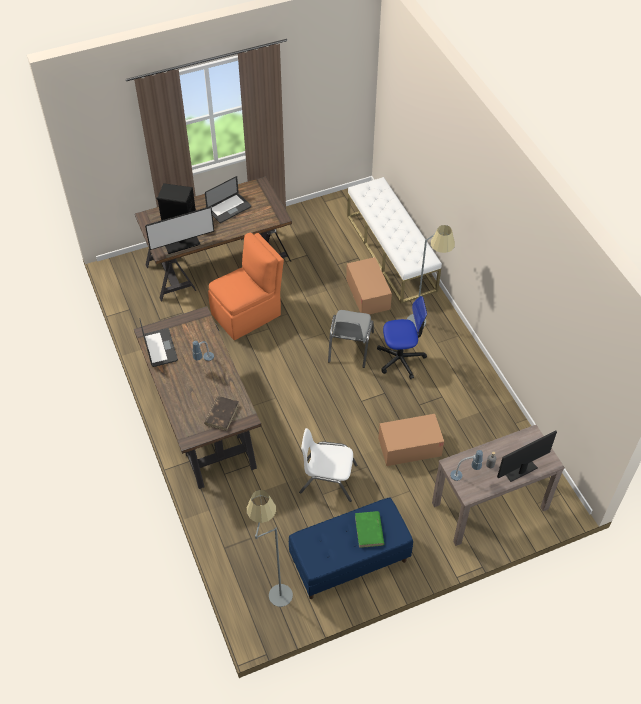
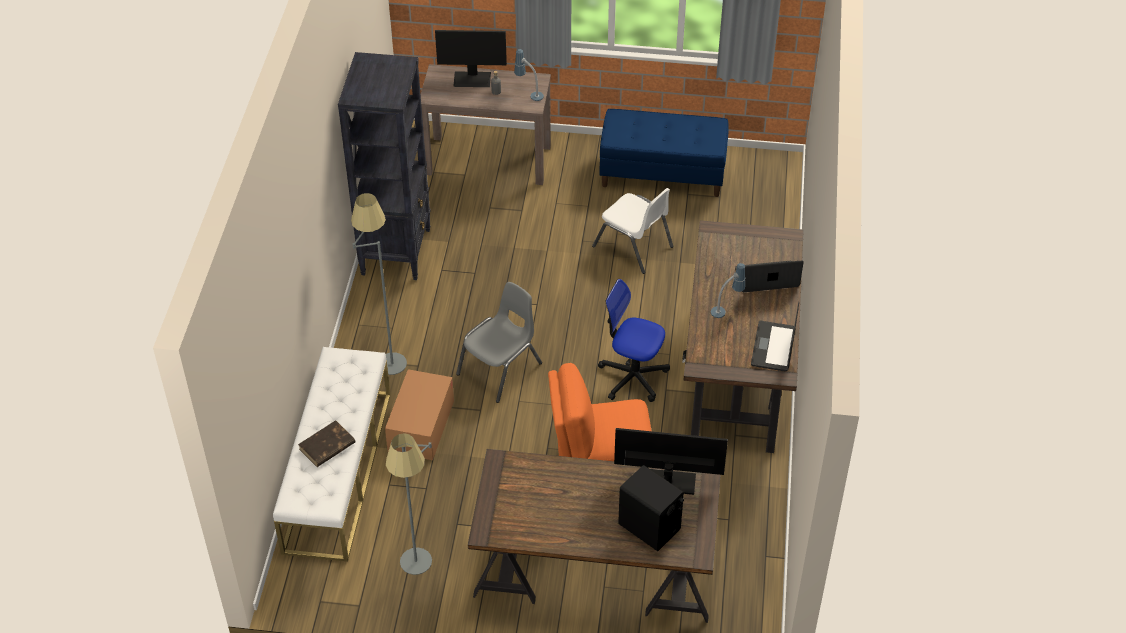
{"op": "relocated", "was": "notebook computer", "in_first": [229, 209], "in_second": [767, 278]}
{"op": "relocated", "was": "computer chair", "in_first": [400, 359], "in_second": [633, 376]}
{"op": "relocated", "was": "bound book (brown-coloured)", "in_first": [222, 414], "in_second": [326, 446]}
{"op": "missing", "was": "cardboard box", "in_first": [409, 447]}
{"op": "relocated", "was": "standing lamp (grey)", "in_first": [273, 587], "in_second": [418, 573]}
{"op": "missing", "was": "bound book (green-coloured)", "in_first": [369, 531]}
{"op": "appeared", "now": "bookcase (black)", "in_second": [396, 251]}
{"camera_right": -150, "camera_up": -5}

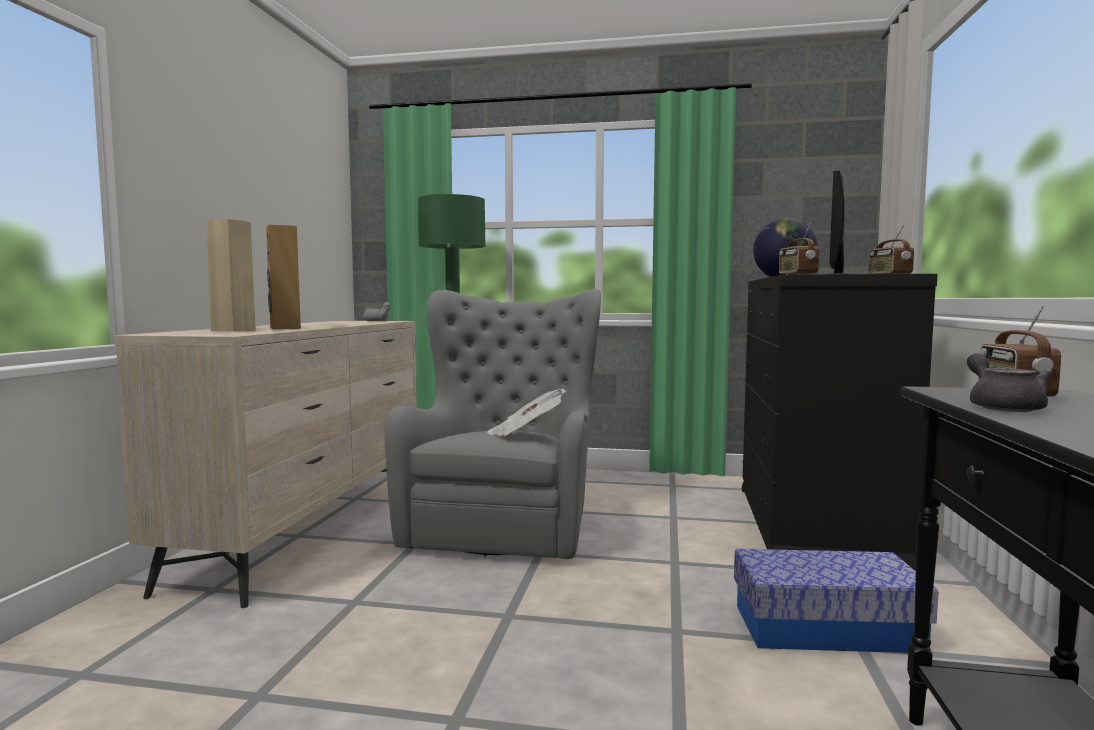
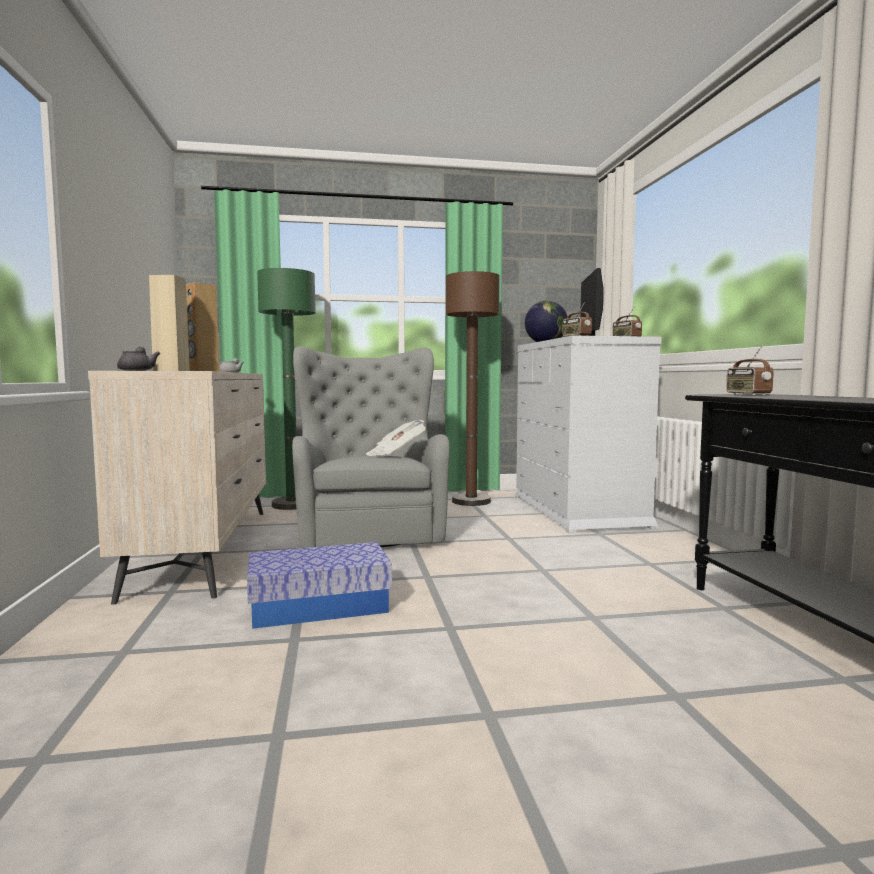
{"op": "colour", "was": "chest of drawers (black)", "now": "chest of drawers (white)", "in_first": [816, 525], "in_second": [578, 511]}
{"op": "relocated", "was": "pot for tea (grey)", "in_first": [1002, 407], "in_second": [137, 370]}
{"op": "relocated", "was": "storage box", "in_first": [826, 628], "in_second": [319, 606]}
{"op": "appeared", "now": "standing lamp (brown-coloured)", "in_second": [471, 501]}
{"camera_right": -20, "camera_up": 0}

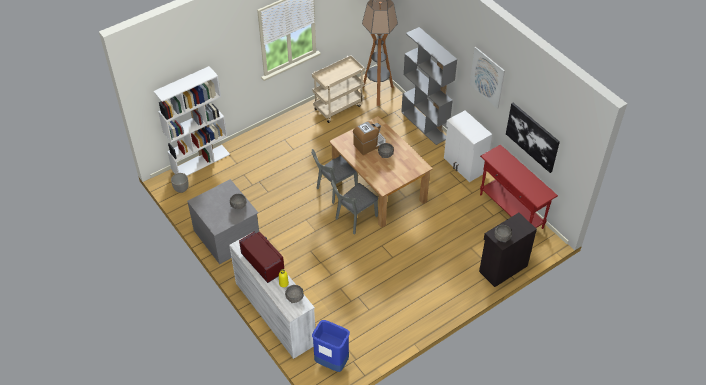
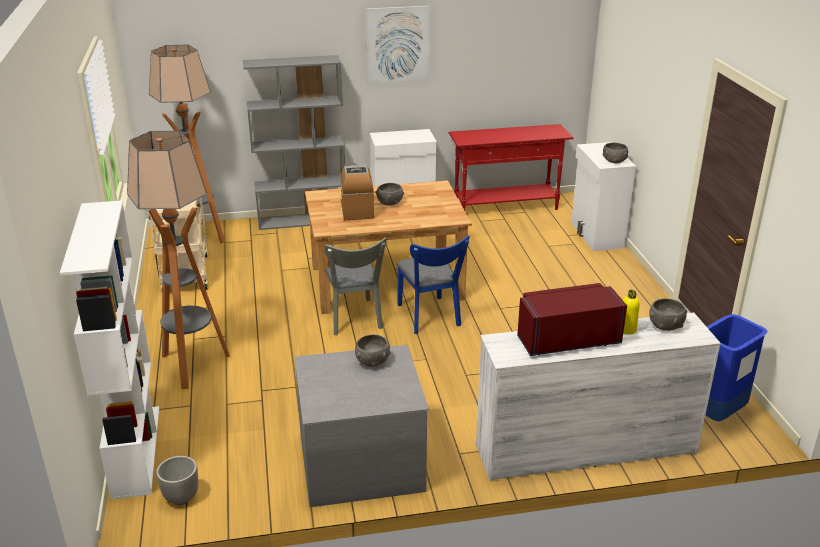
{"op": "missing", "was": "picture", "in_first": [532, 137]}
{"op": "colour", "was": "chair (grey)", "now": "chair (bluish)", "in_first": [354, 219], "in_second": [430, 318]}
{"op": "colour", "was": "storage cabinet (black)", "now": "storage cabinet (white)", "in_first": [502, 268], "in_second": [596, 235]}
{"op": "appeared", "now": "standing lamp", "in_second": [193, 366]}
{"camera_right": -65, "camera_up": -20}

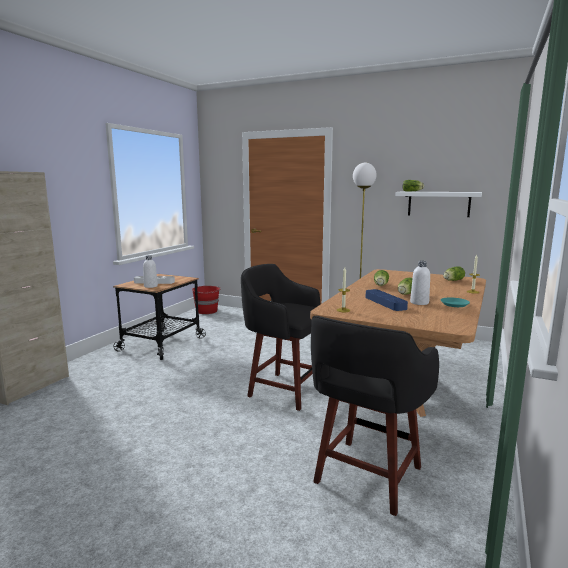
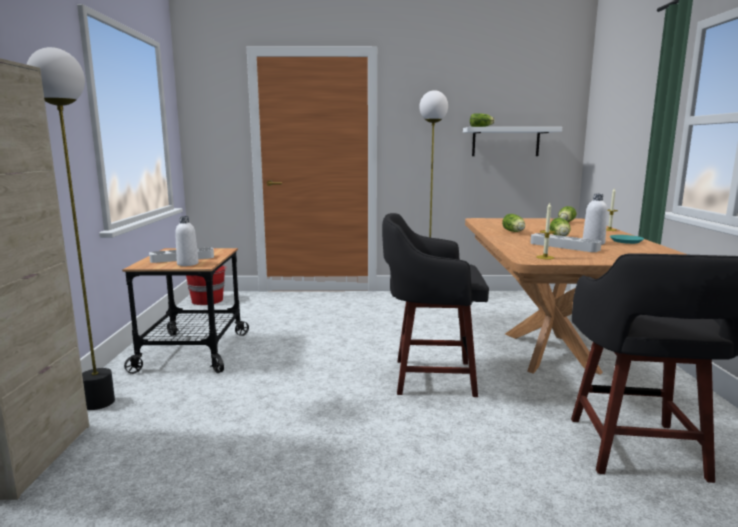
{"op": "colour", "was": "tray (bluish)", "now": "tray (grey)", "in_first": [385, 303], "in_second": [564, 246]}
{"op": "appeared", "now": "standing lamp", "in_second": [98, 402]}
{"camera_right": -25, "camera_up": 0}

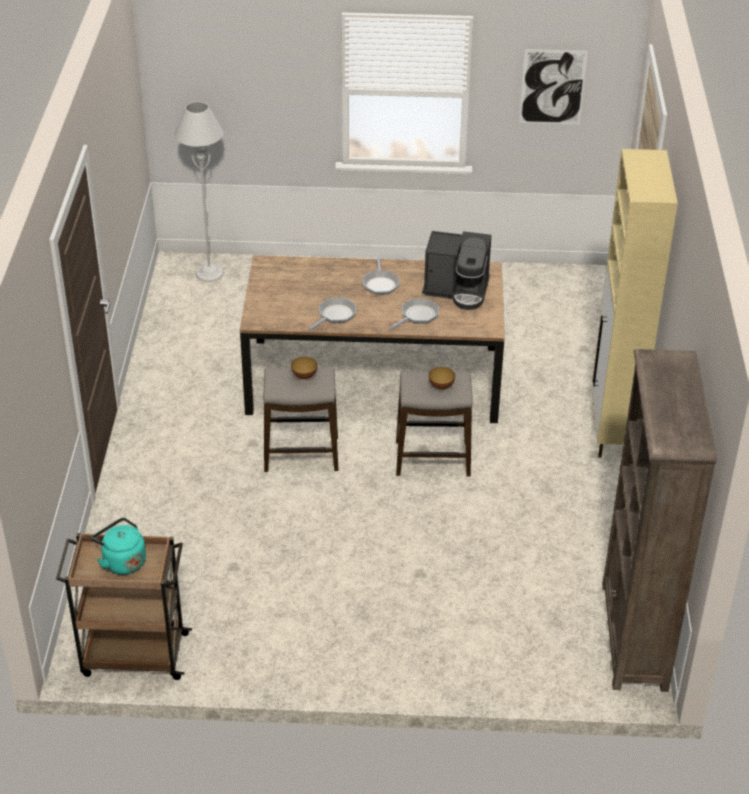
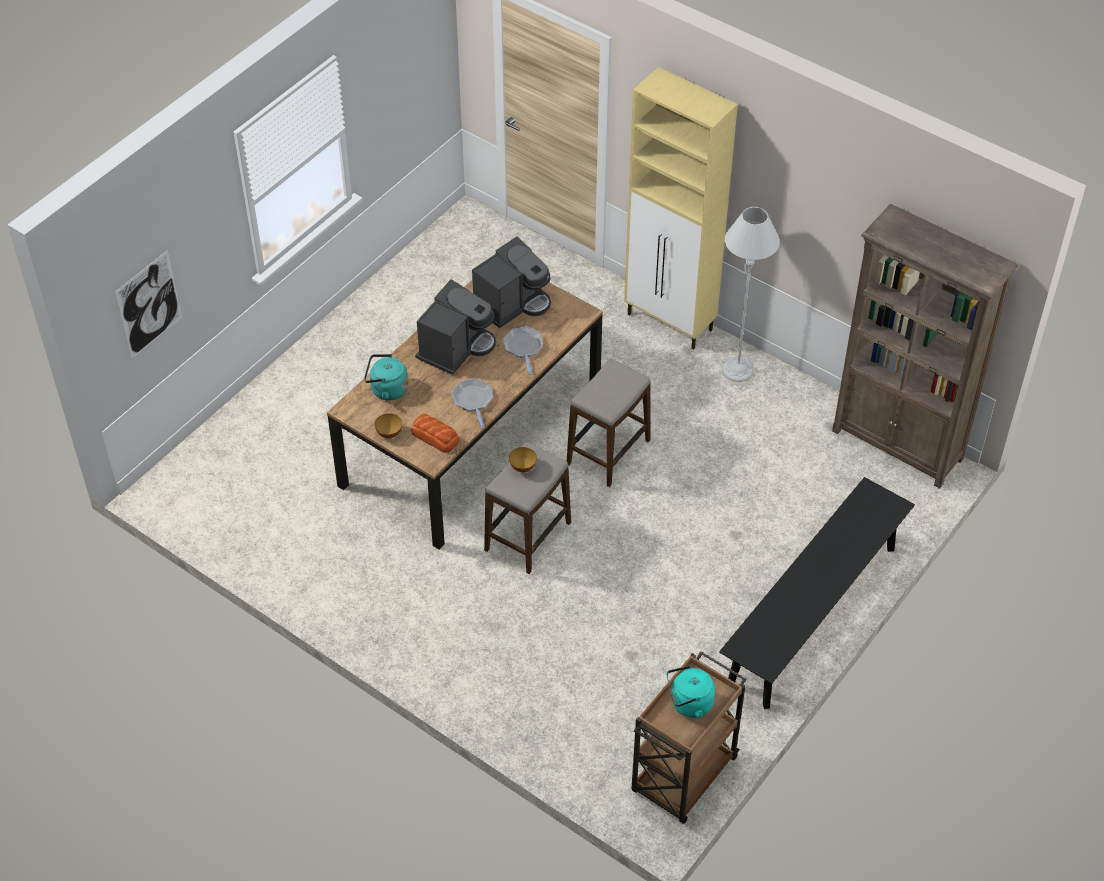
{"op": "relocated", "was": "picture", "in_first": [552, 87], "in_second": [149, 304]}
{"op": "relocated", "was": "standing lamp (grey)", "in_first": [209, 273], "in_second": [737, 370]}
{"op": "exchanged", "was": "pan", "now": "coffee brewer", "in_first": [380, 284], "in_second": [456, 348]}
{"op": "relocated", "was": "serving bowl", "in_first": [441, 386], "in_second": [389, 434]}
{"op": "appeared", "now": "water kettle (turquoise-coloured)", "in_second": [387, 390]}
{"op": "appeared", "now": "bread", "in_second": [435, 436]}
{"op": "appeared", "now": "long seat (black)", "in_second": [812, 615]}
{"camera_right": -55, "camera_up": 10}

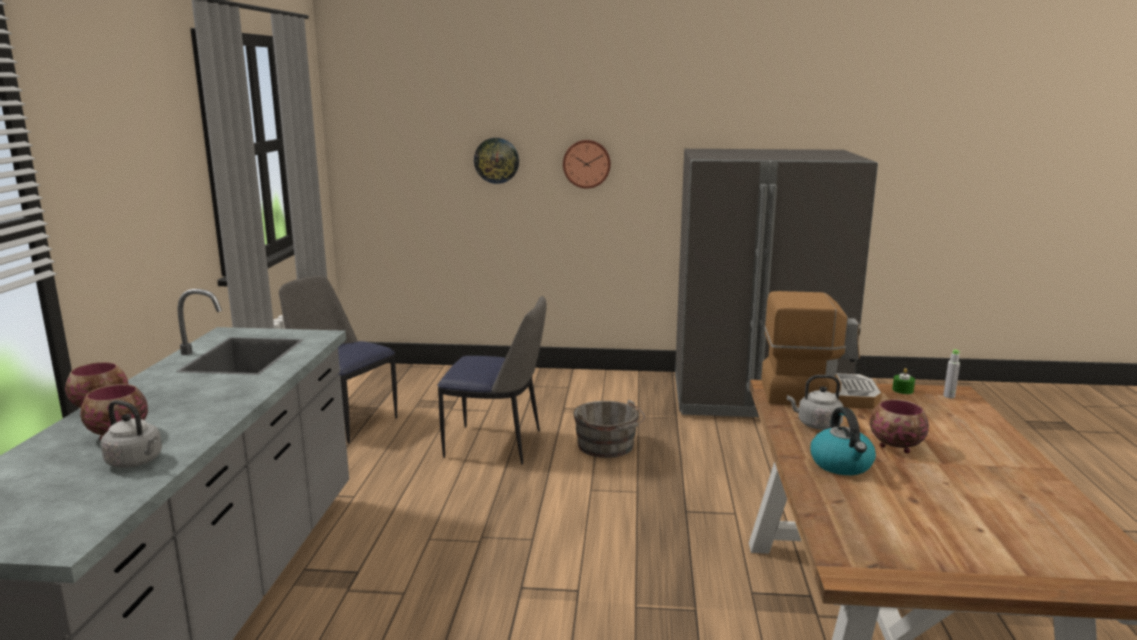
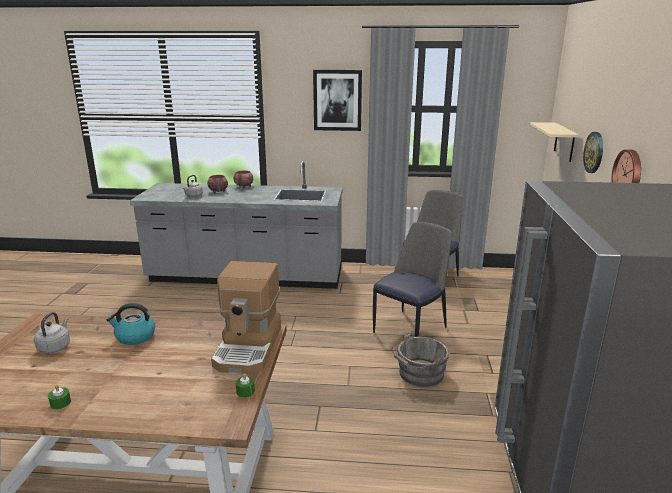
{"op": "spun", "was": "chair", "in_first": [496, 444], "in_second": [411, 329], "clockwise": -150}
{"op": "missing", "was": "bottle (grey)", "in_first": [949, 396]}
{"op": "relocated", "was": "water kettle (grey)", "in_first": [816, 425], "in_second": [55, 347]}
{"op": "missing", "was": "serving bowl", "in_first": [895, 446]}
{"op": "appeared", "now": "picture", "in_second": [337, 100]}
{"op": "appeared", "now": "wall shelf (beige-coloured)", "in_second": [564, 142]}
{"op": "appeared", "now": "wax candle (green-coloured)", "in_second": [60, 403]}
{"camera_right": 90, "camera_up": 5}

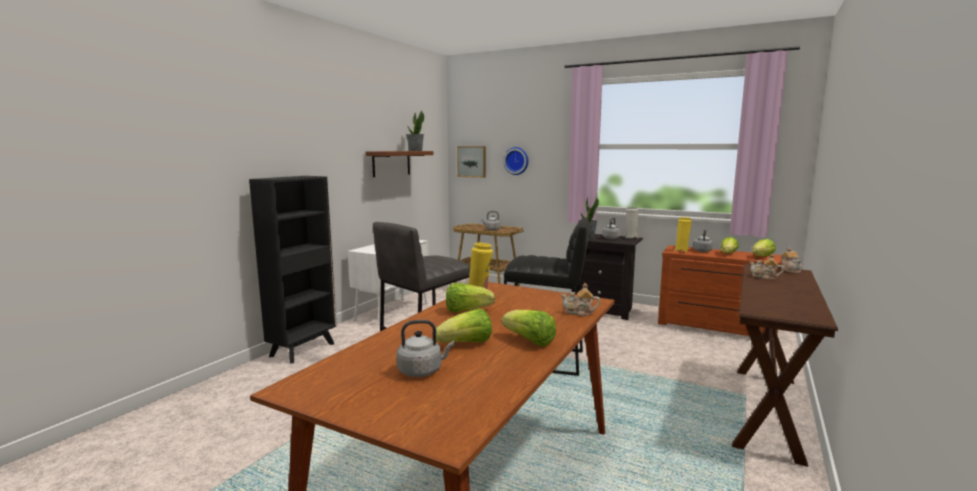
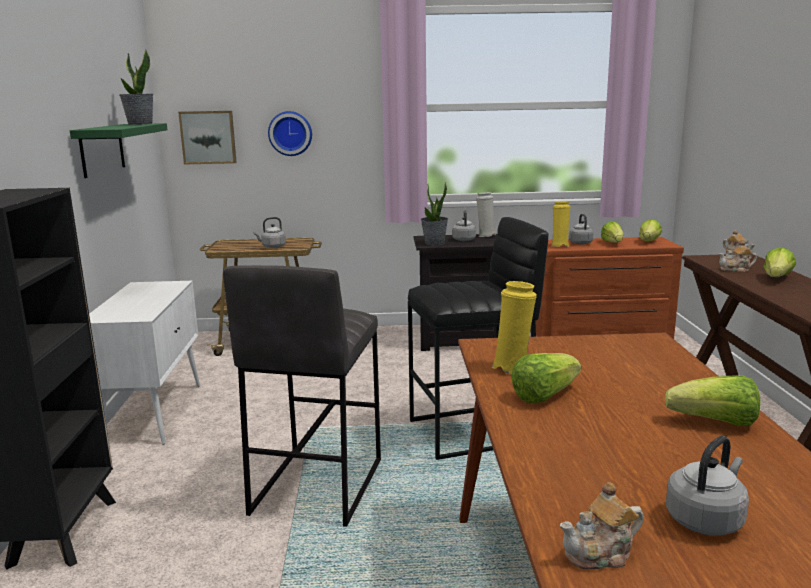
{"op": "colour", "was": "wall shelf (brown-coloured)", "now": "wall shelf (green-coloured)", "in_first": [391, 163], "in_second": [102, 149]}
{"op": "relocated", "was": "pot for tea", "in_first": [579, 312], "in_second": [601, 554]}
{"op": "relocated", "was": "head of lettuce", "in_first": [466, 344], "in_second": [776, 278]}
{"camera_right": -30, "camera_up": 5}

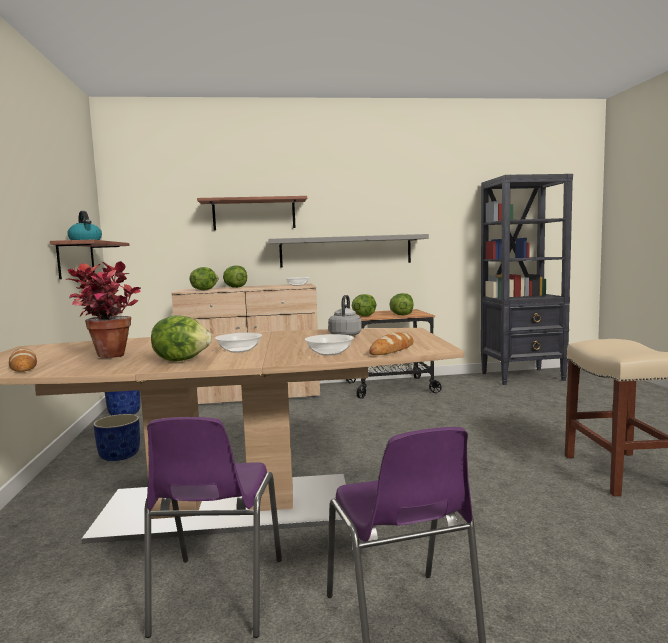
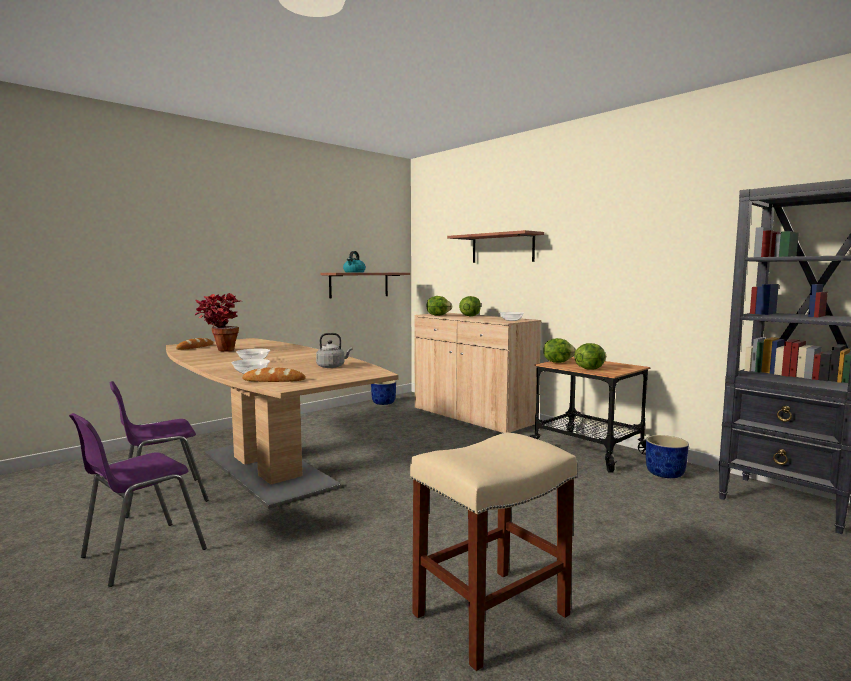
{"op": "missing", "was": "wall shelf (grey)", "in_first": [346, 251]}
{"op": "missing", "was": "head of lettuce", "in_first": [182, 360]}
{"op": "relocated", "was": "plant pot (bluish)", "in_first": [120, 455], "in_second": [665, 473]}
{"camera_right": 55, "camera_up": 0}

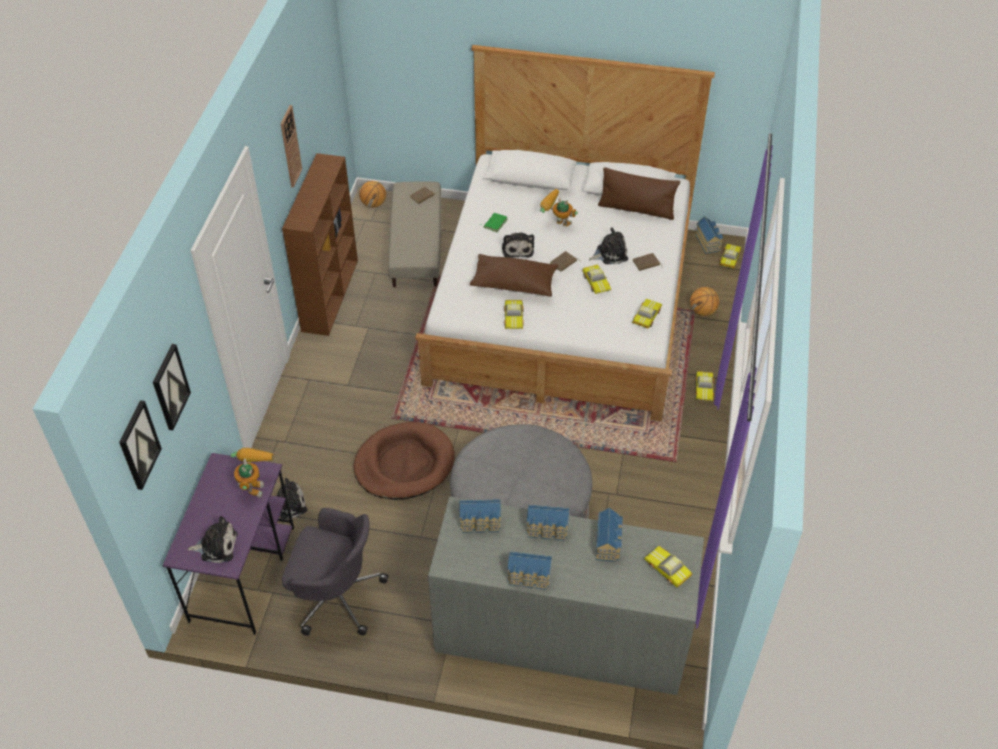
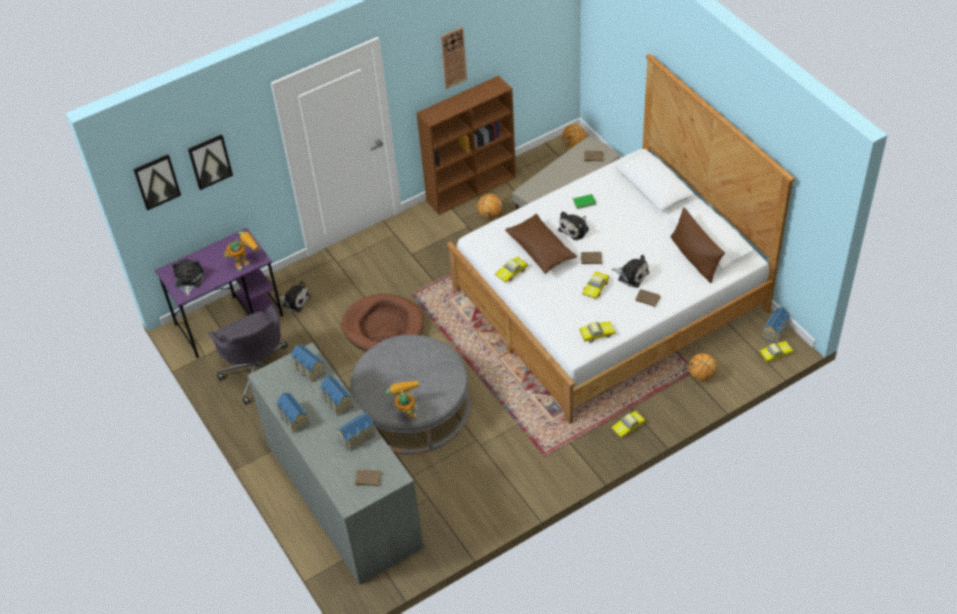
{"op": "relocated", "was": "robot figure", "in_first": [556, 224], "in_second": [406, 410]}
{"op": "spun", "was": "soft toy", "in_first": [216, 546], "in_second": [188, 280], "clockwise": -135}
{"op": "exchanged", "was": "model car", "now": "bound book (brown-coloured)", "in_first": [667, 570], "in_second": [367, 479]}
{"op": "appeared", "now": "ball for basketball", "in_second": [490, 214]}
{"camera_right": 50, "camera_up": 0}

